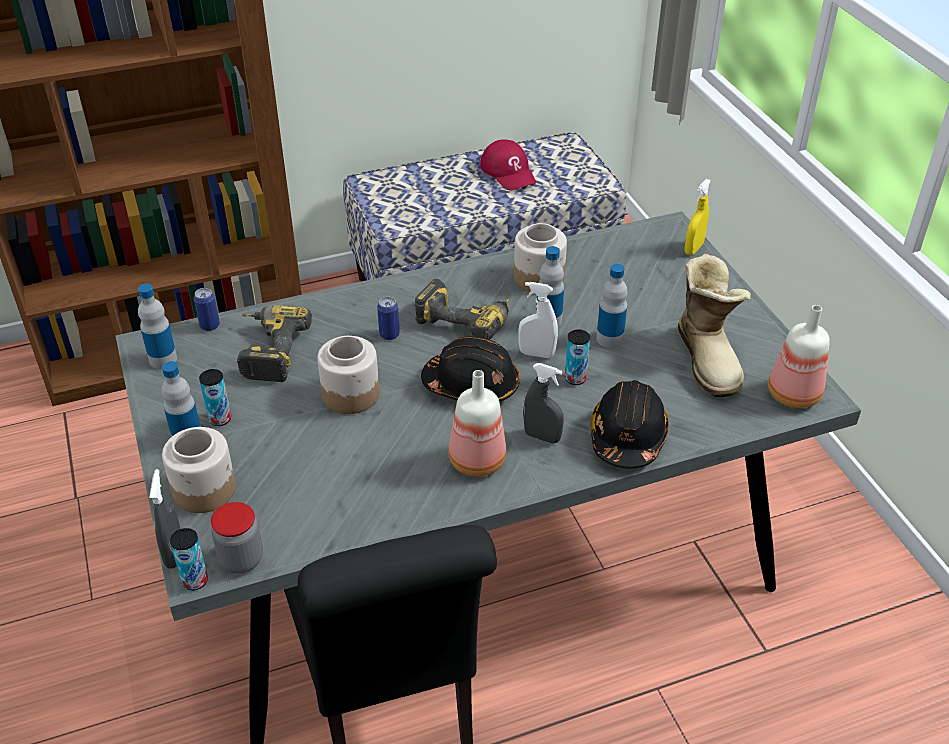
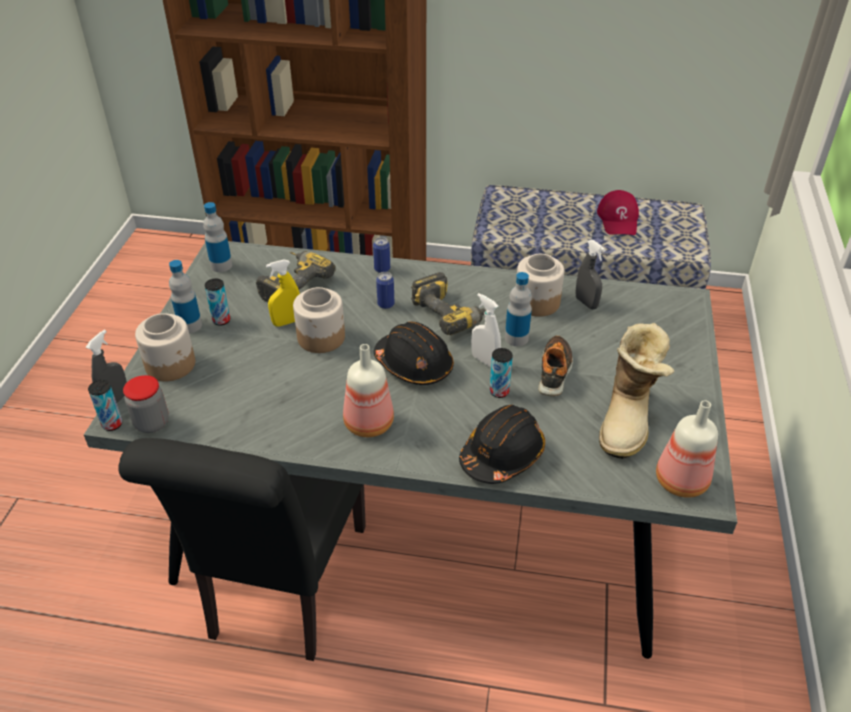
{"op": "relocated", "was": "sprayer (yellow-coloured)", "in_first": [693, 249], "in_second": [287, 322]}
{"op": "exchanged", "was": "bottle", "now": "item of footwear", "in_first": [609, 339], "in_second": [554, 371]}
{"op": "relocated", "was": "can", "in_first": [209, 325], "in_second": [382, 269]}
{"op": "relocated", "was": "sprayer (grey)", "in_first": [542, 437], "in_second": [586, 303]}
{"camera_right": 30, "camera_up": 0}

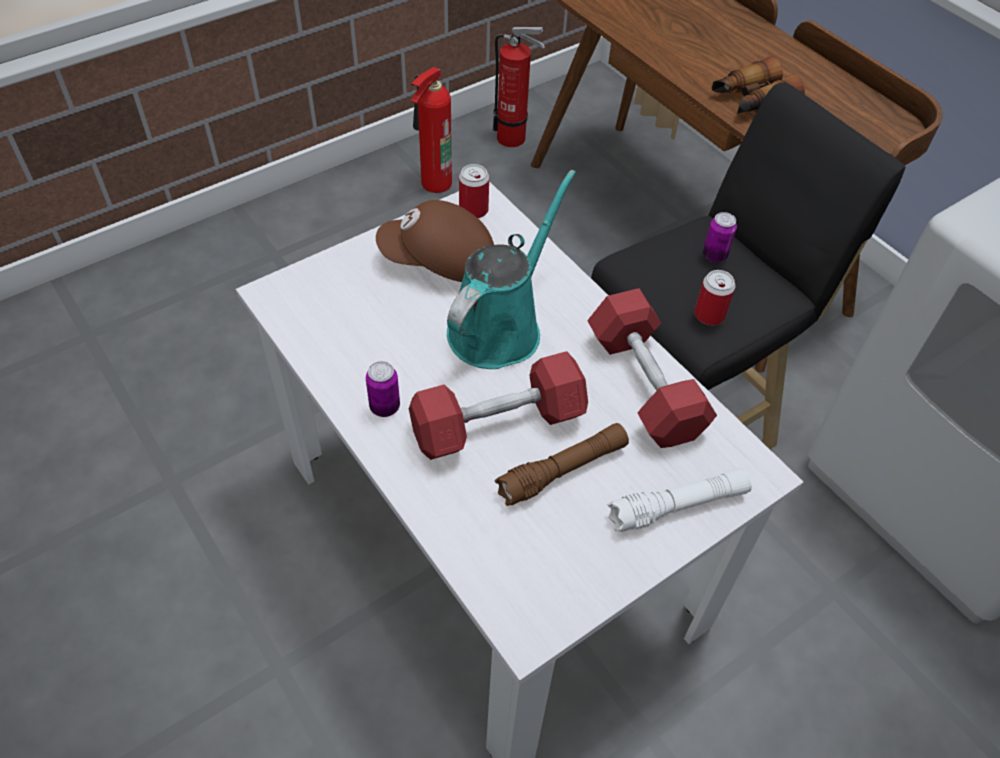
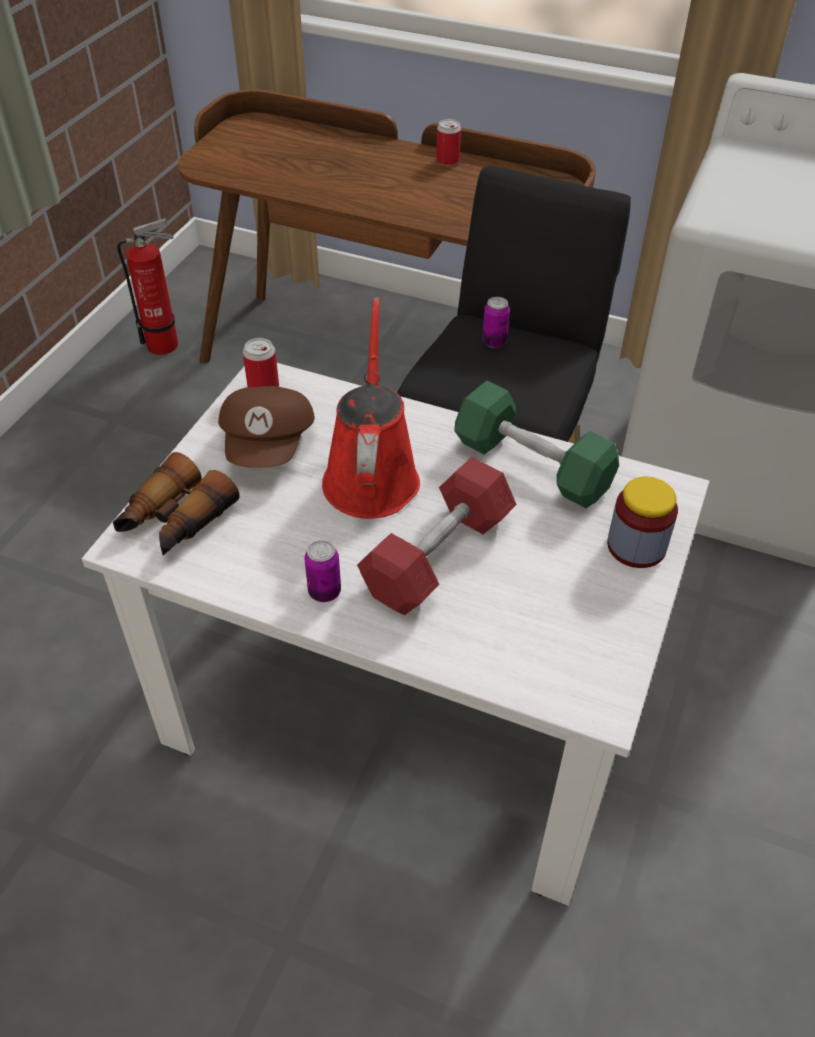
{"op": "relocated", "was": "field glasses", "in_first": [751, 101], "in_second": [175, 520]}
{"op": "missing", "was": "extinguisher", "in_first": [432, 183]}
{"op": "colour", "was": "watering can (turquoise-coloured)", "now": "watering can (reddish)", "in_first": [499, 326], "in_second": [371, 475]}
{"op": "spun", "was": "baseball cap (brown-coloured)", "in_first": [439, 262], "in_second": [269, 445], "clockwise": -60}
{"op": "relocated", "was": "can", "in_first": [709, 315], "in_second": [447, 161]}
{"op": "colour", "was": "free weight (reddish)", "now": "free weight (green-coloured)", "in_first": [644, 385], "in_second": [532, 465]}
{"op": "missing", "was": "hand torch (brown-coloured)", "in_first": [563, 471]}
{"op": "exchanged", "was": "hand torch (white)", "now": "preserve jar", "in_first": [678, 506], "in_second": [636, 546]}
{"camera_right": -30, "camera_up": -5}

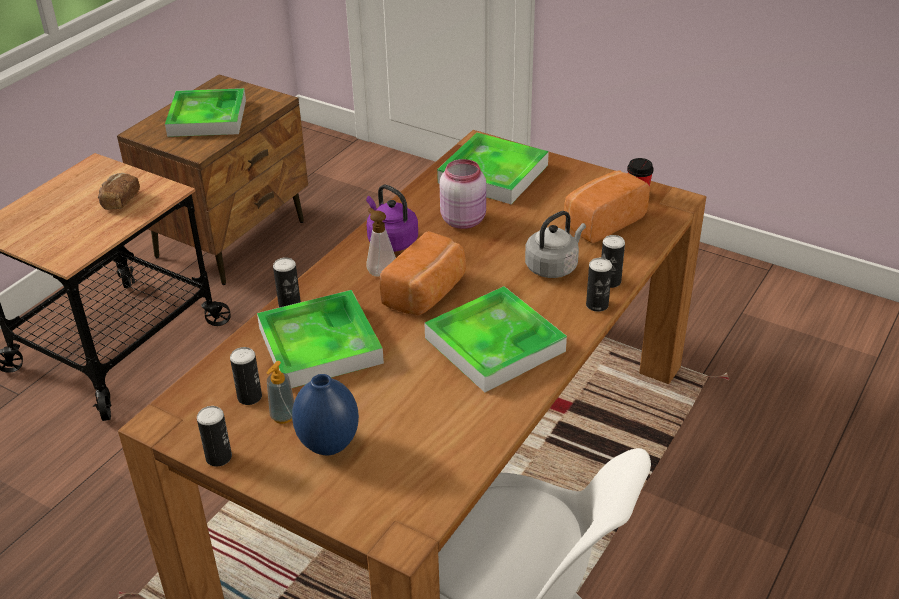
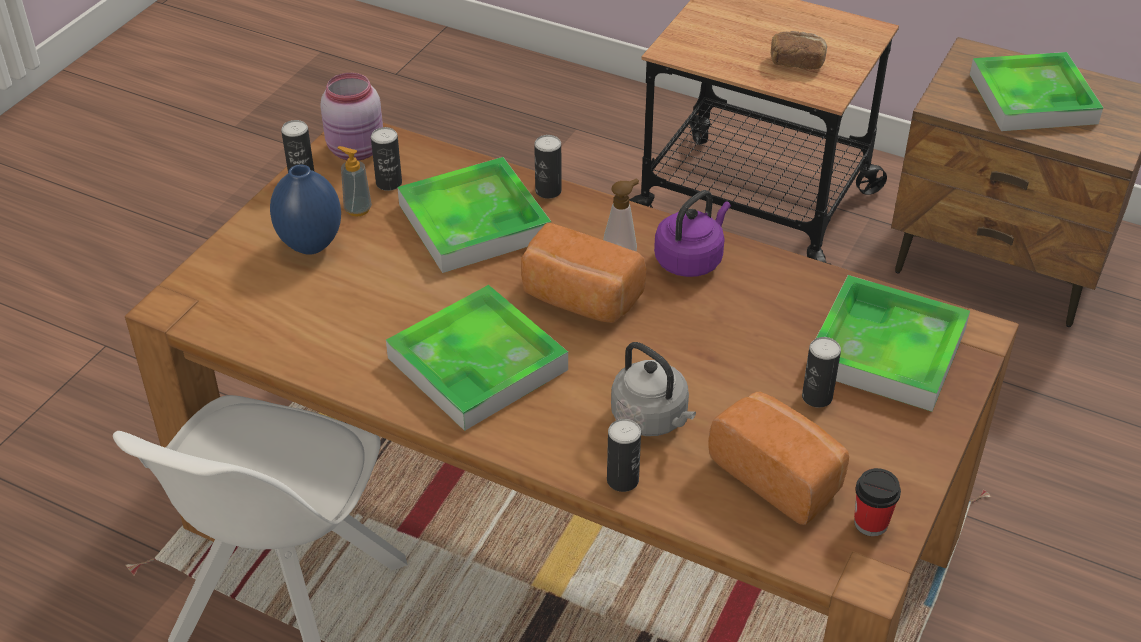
{"op": "relocated", "was": "preserve jar (pinkish)", "in_first": [464, 220], "in_second": [357, 150]}
{"op": "relocated", "was": "can", "in_first": [597, 305], "in_second": [817, 397]}
{"camera_right": 85, "camera_up": 5}

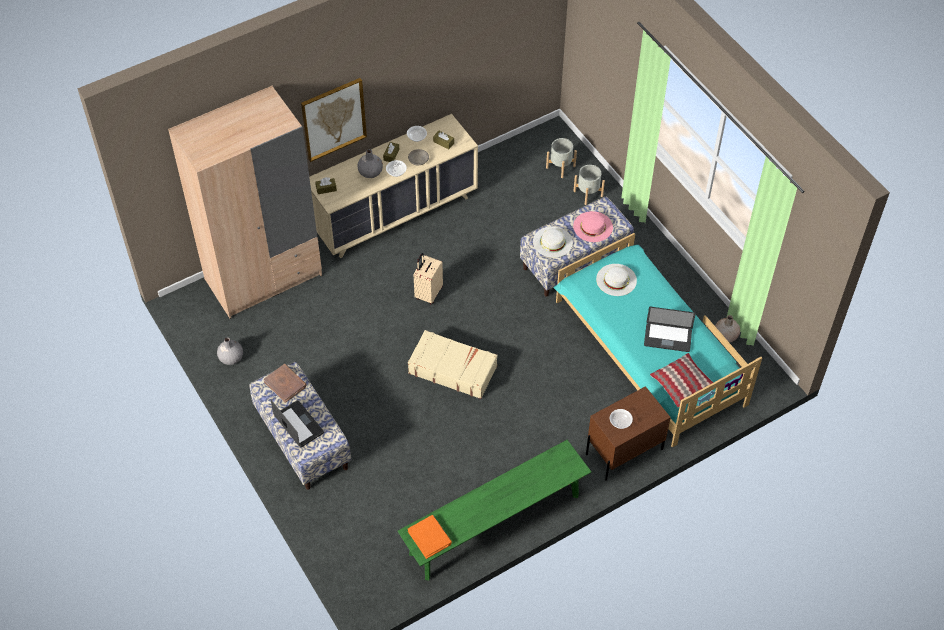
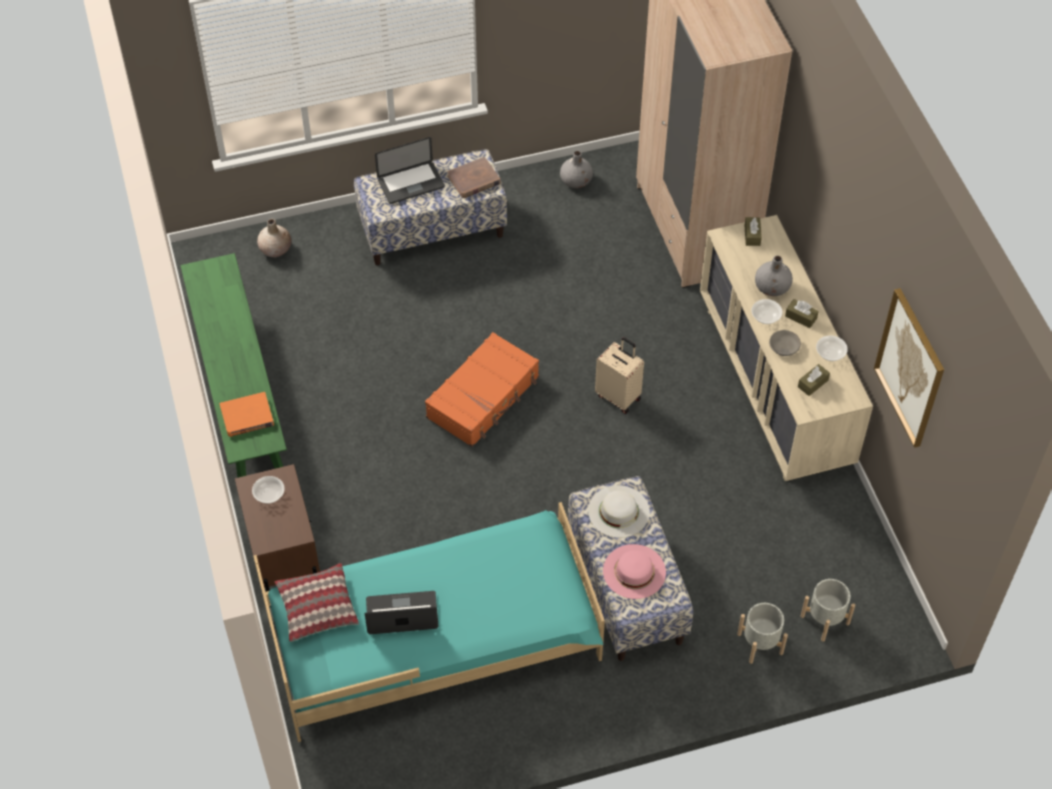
{"op": "relocated", "was": "picture", "in_first": [333, 119], "in_second": [910, 368]}
{"op": "missing", "was": "hat (white)", "in_first": [616, 280]}
{"op": "spun", "was": "notebook computer", "in_first": [667, 338], "in_second": [402, 614], "clockwise": 60}
{"op": "relocated", "was": "vase (beige-coloured)", "in_first": [725, 336], "in_second": [275, 249]}
{"op": "colour", "was": "travel case (beige-coloured)", "now": "travel case (orange-coloured)", "in_first": [452, 369], "in_second": [484, 397]}
{"op": "relocated", "was": "bound book (orange-coloured)", "in_first": [430, 537], "in_second": [247, 417]}
{"camera_right": 105, "camera_up": 0}

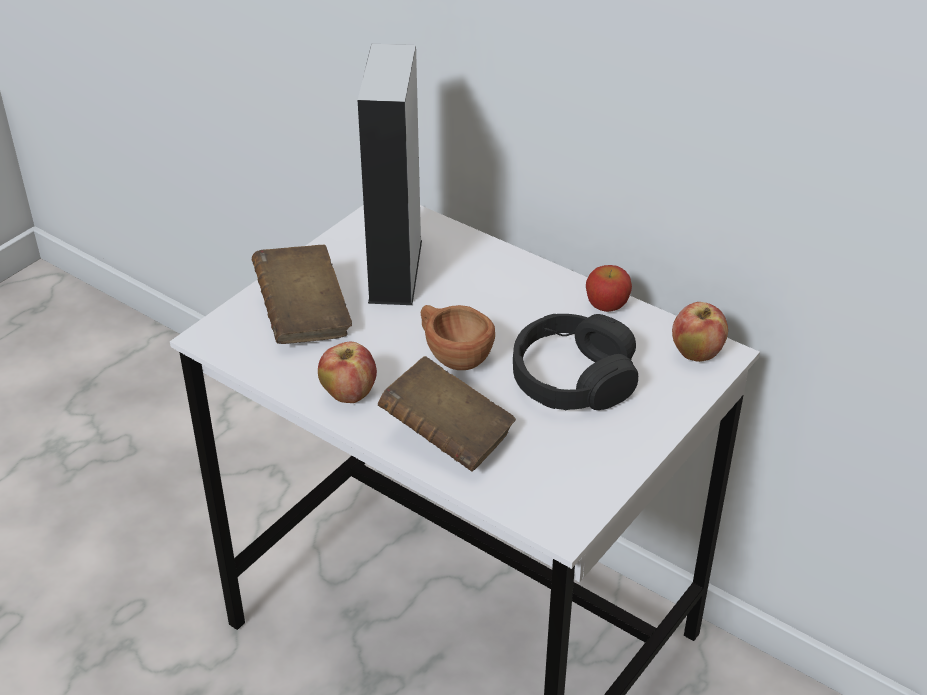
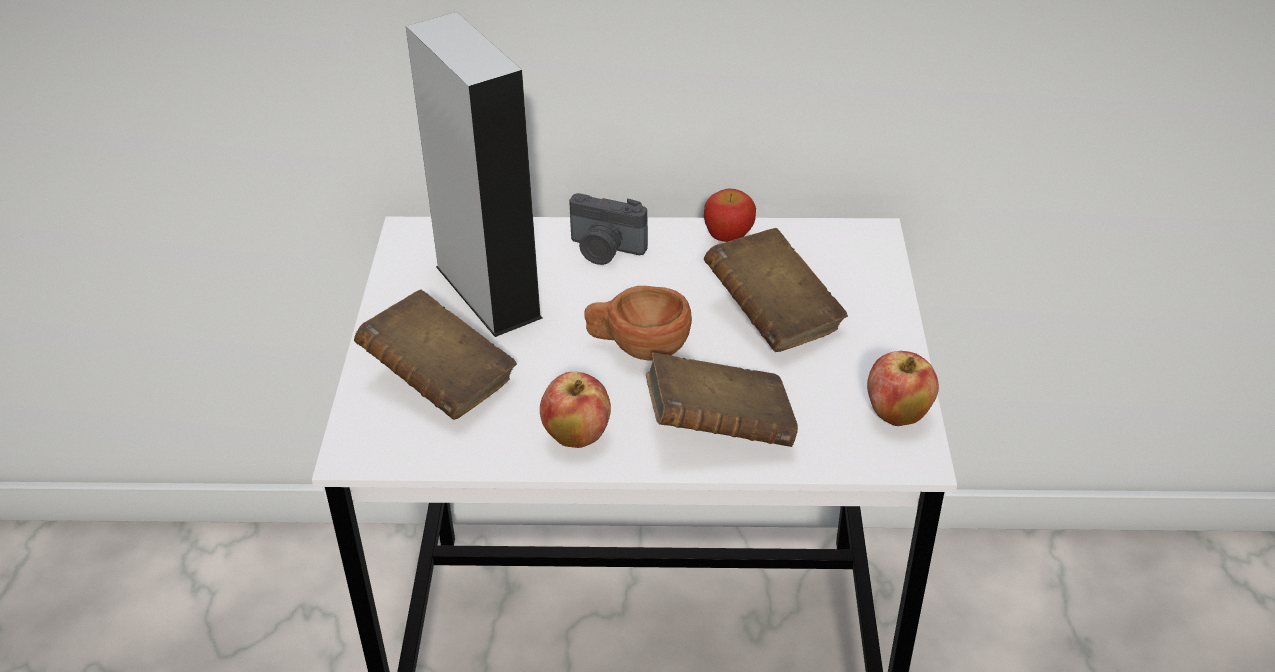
{"op": "relocated", "was": "whole apple", "in_first": [696, 353], "in_second": [897, 415]}
{"op": "exchanged", "was": "headphones (black)", "now": "bound book (brown-coloured)", "in_first": [573, 378], "in_second": [773, 316]}
{"op": "appeared", "now": "still camera", "in_second": [605, 250]}
{"camera_right": -35, "camera_up": 0}

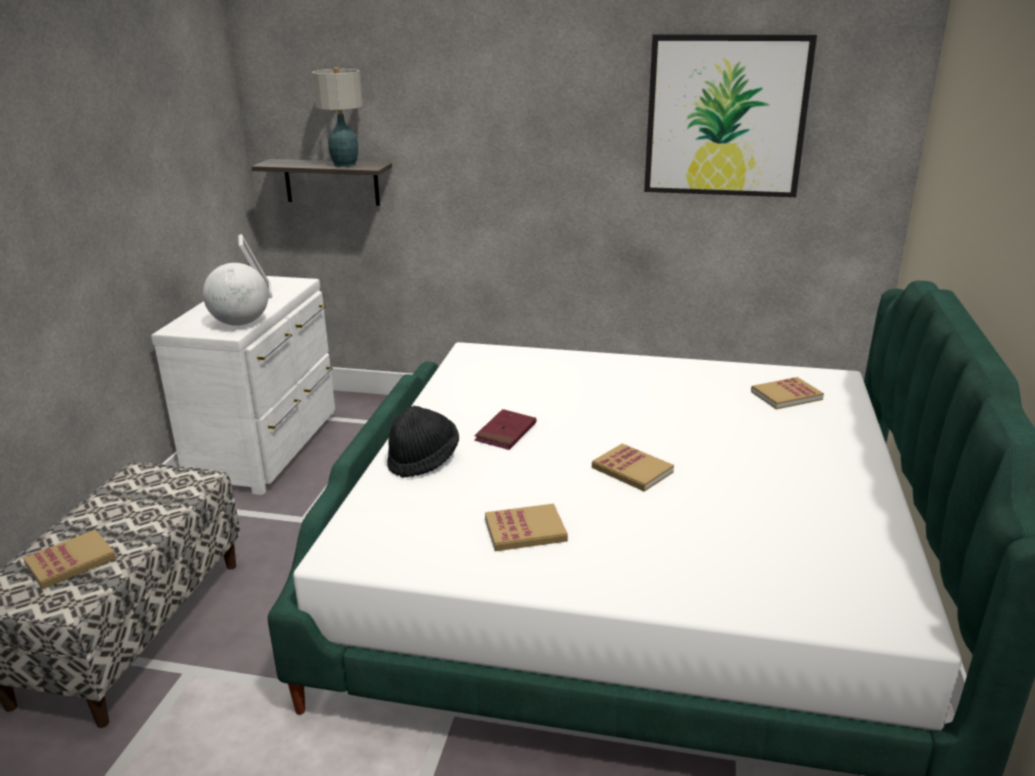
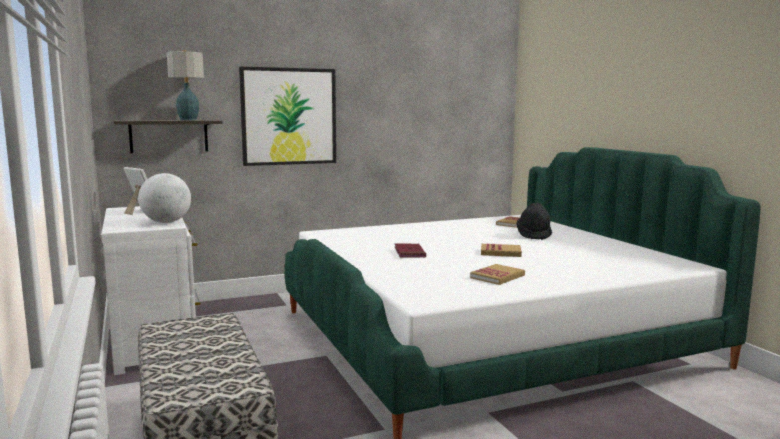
{"op": "relocated", "was": "picture", "in_first": [725, 116], "in_second": [289, 116]}
{"op": "relocated", "was": "hat (black)", "in_first": [423, 460], "in_second": [534, 235]}
{"op": "missing", "was": "bound book", "in_first": [71, 562]}
{"camera_right": -35, "camera_up": -15}

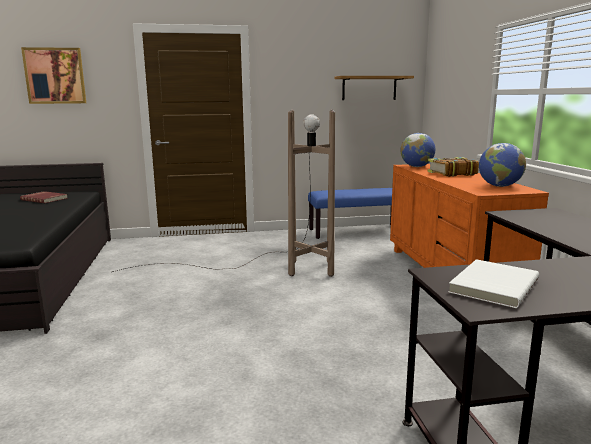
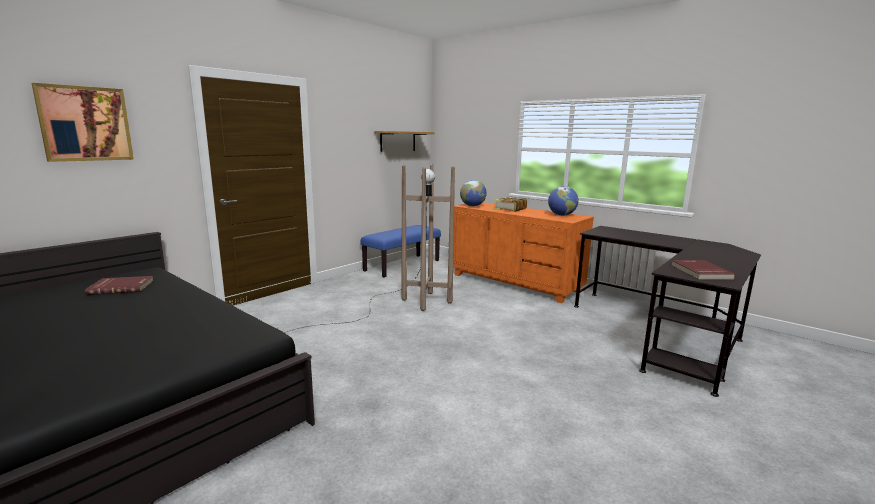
{"op": "colour", "was": "bound book (white)", "now": "bound book (reddish)", "in_first": [492, 286], "in_second": [700, 272]}
{"camera_right": -40, "camera_up": 0}

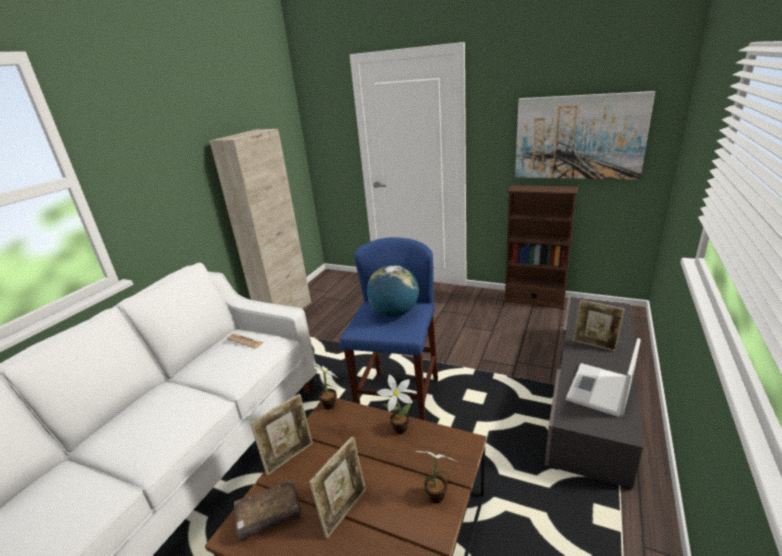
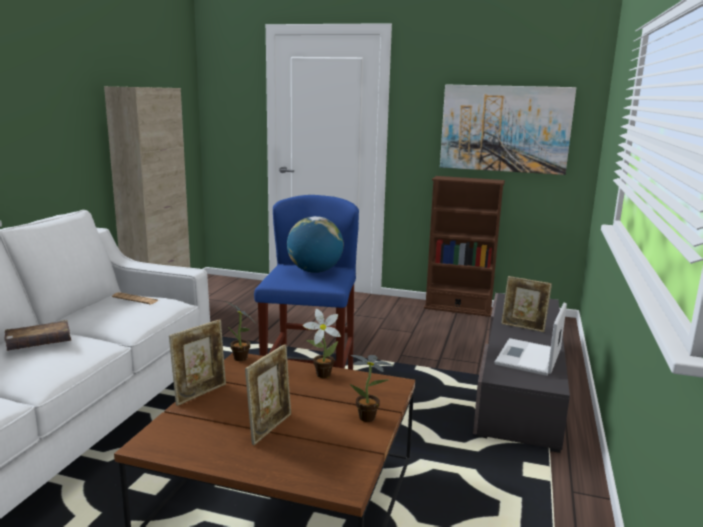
{"op": "relocated", "was": "bound book (brown-coloured)", "in_first": [269, 515], "in_second": [39, 344]}
{"camera_right": -10, "camera_up": -10}

